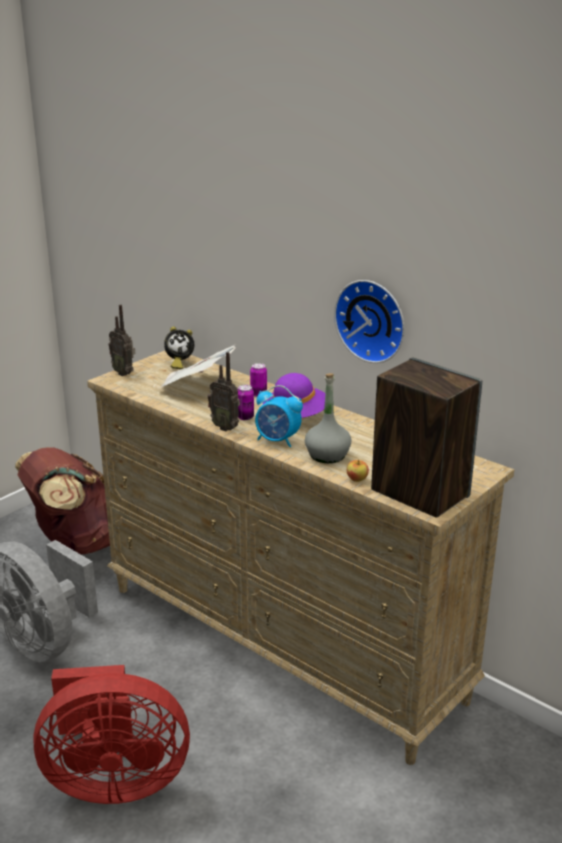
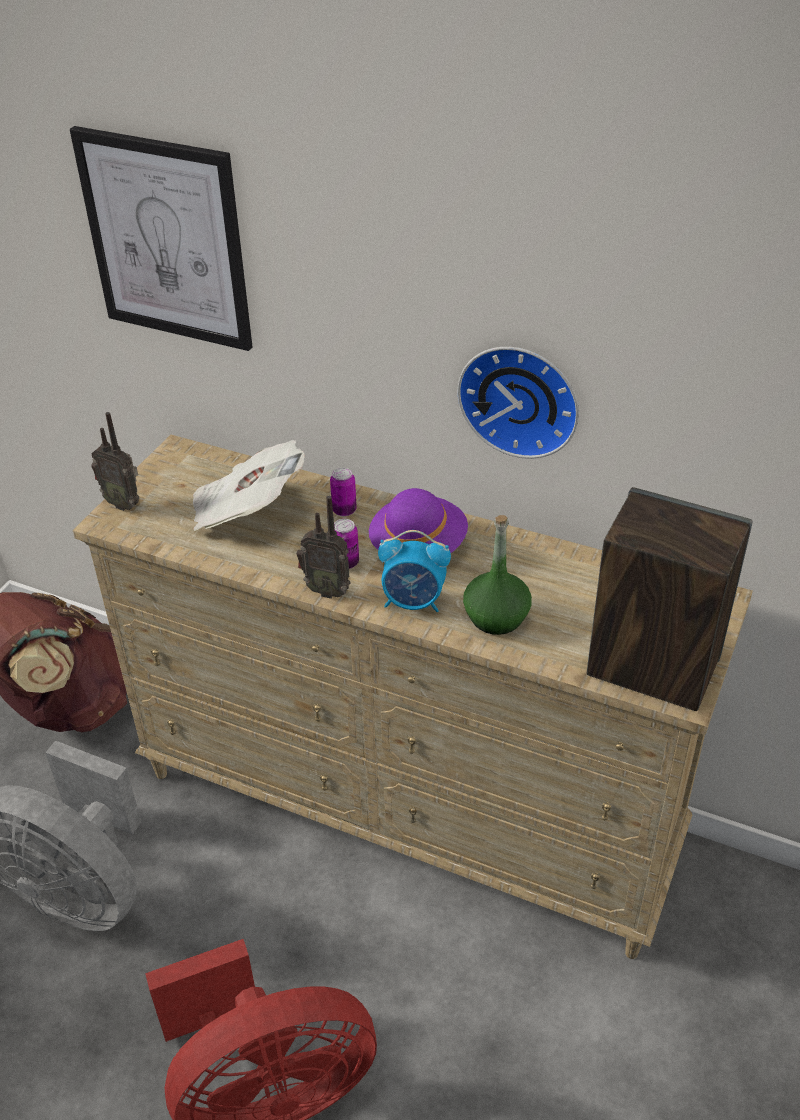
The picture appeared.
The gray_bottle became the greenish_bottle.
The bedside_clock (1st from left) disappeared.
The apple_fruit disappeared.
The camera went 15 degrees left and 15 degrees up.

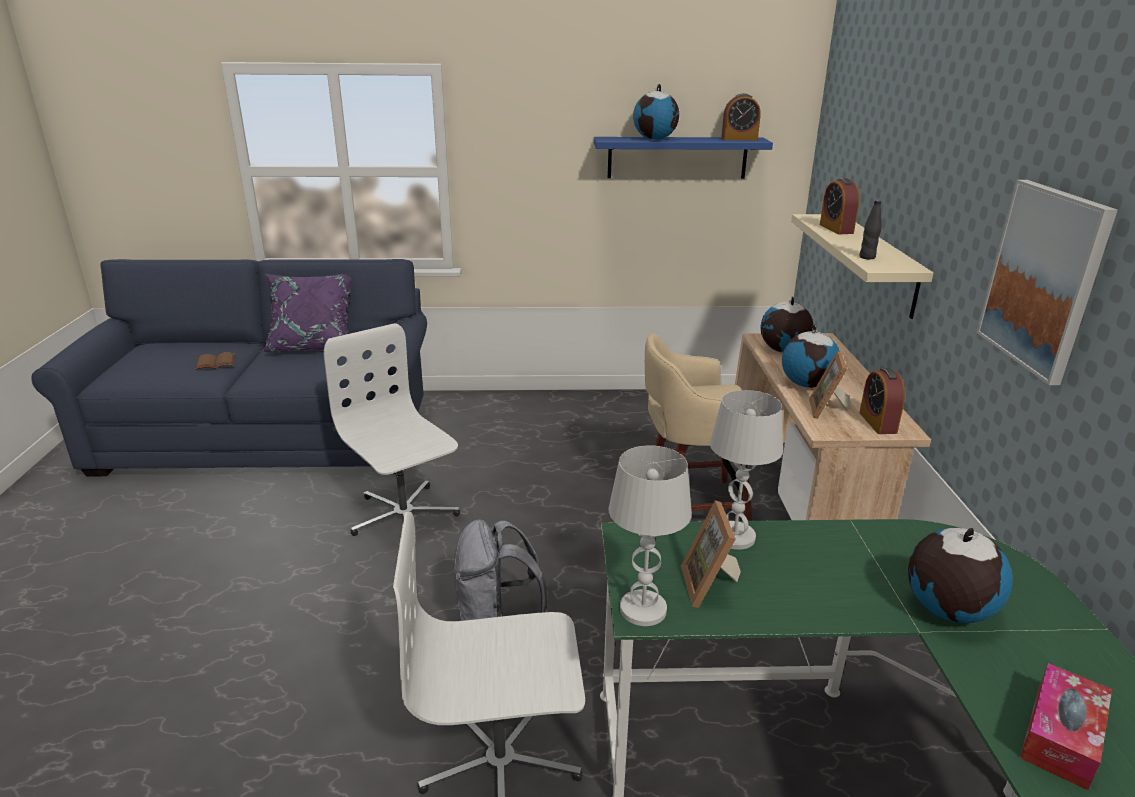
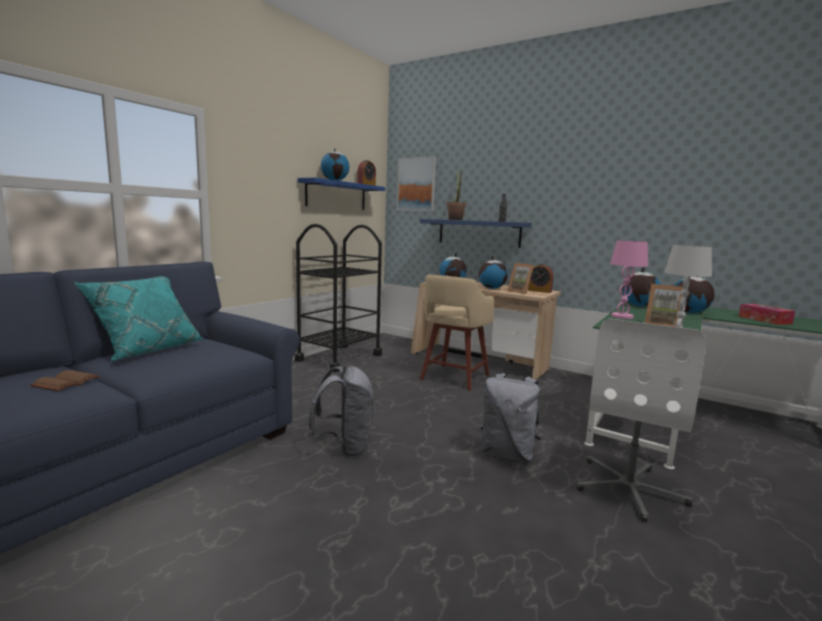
The purplish_throw_pillow became the blue-green_throw_pillow.
The black_wheeled_cart appeared.
The white-coloured_office_chair (1st from left) was replaced by the gray_backpack (1st from left).
The picture moved.
The beige_bracket_shelf became the bluish_bracket_shelf (2nd from left).
The bedside_clock (2nd from left) was replaced by the potted_plant.
The white-coloured_tabletop_lamp (2nd from left) became the pink-coloured_tabletop_lamp.
The globe (4th from left) appeared.
The camera went 55 degrees left and 15 degrees down.

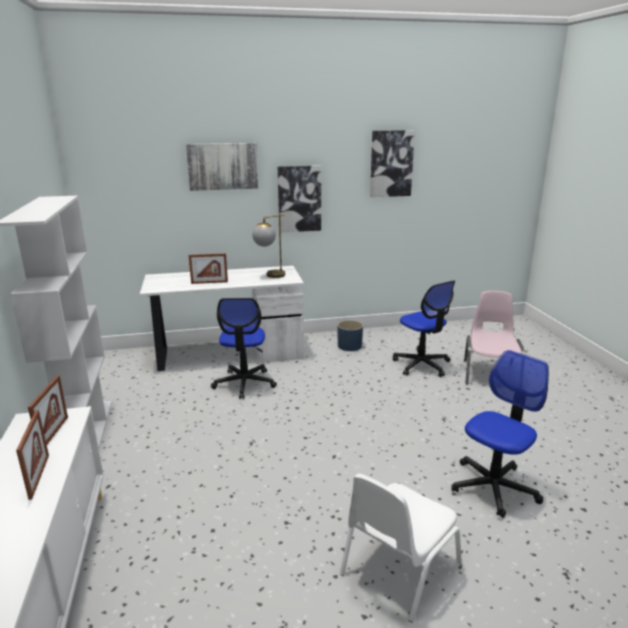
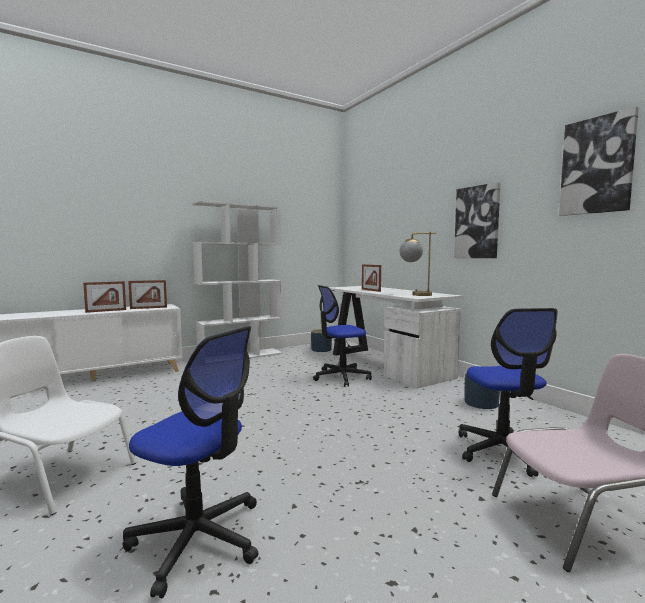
The bluish_planter (1st from left) appeared.
The office_chair (2nd from left in the first image) turned 45 degrees counterclockwise.
The picture (1st from left) disappeared.
The camera went 70 degrees right and 15 degrees down.

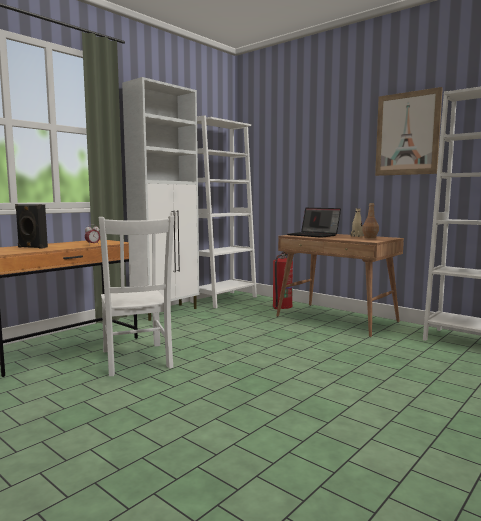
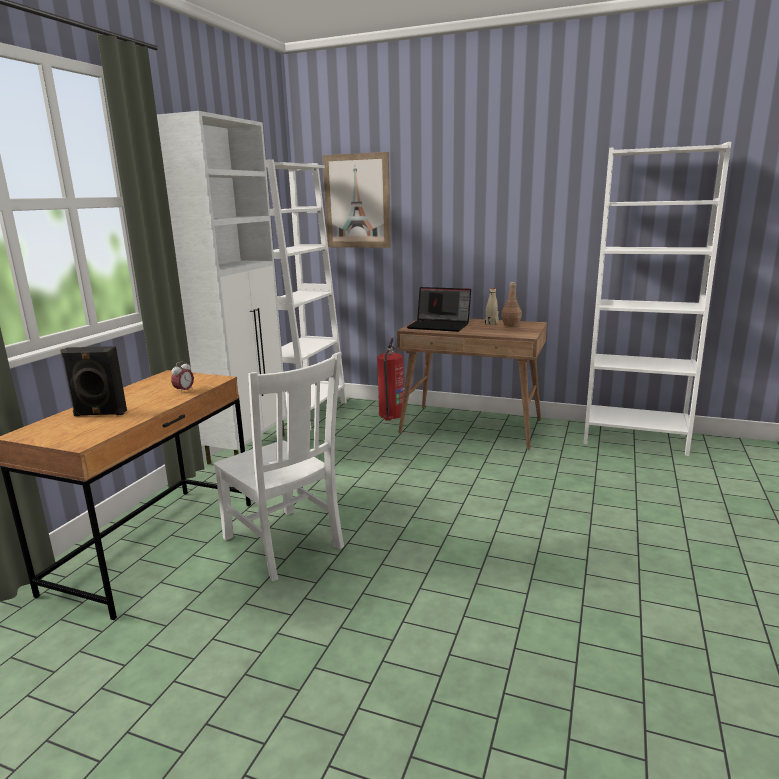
The picture moved.
The camera went 20 degrees left and 10 degrees up.

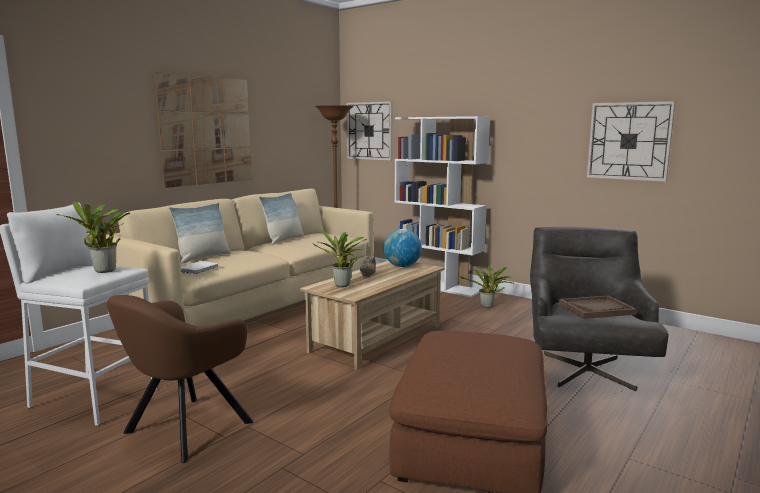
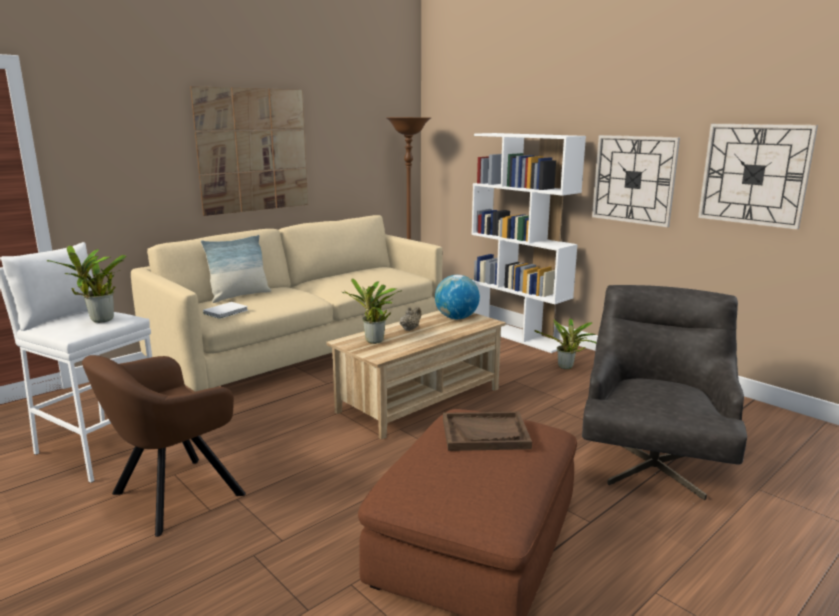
The brownish_carrying_tray moved.
The hanging_clock (1st from left) moved.
The throw_pillow (2nd from left) disappeared.
The camera went 10 degrees right and 5 degrees up.

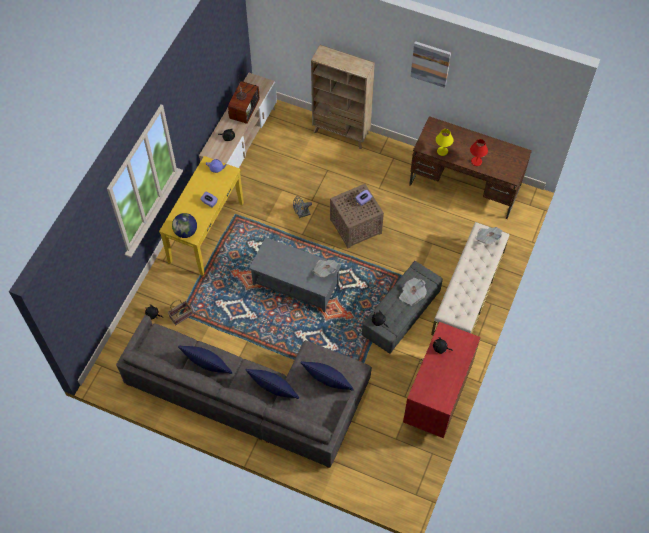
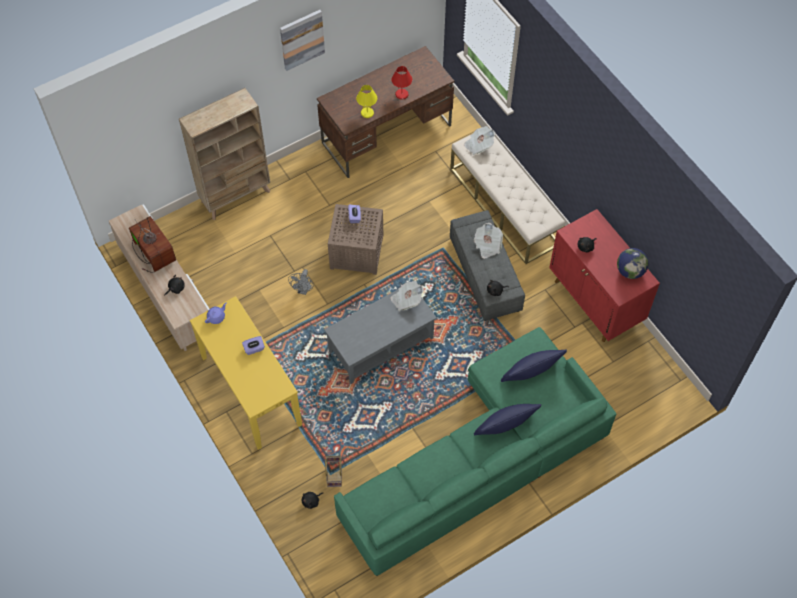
The gray_couch became the greenish_couch.
The globe moved.
The bluish_throw_pillow (1st from left) disappeared.
The camera went 55 degrees left and 0 degrees up.

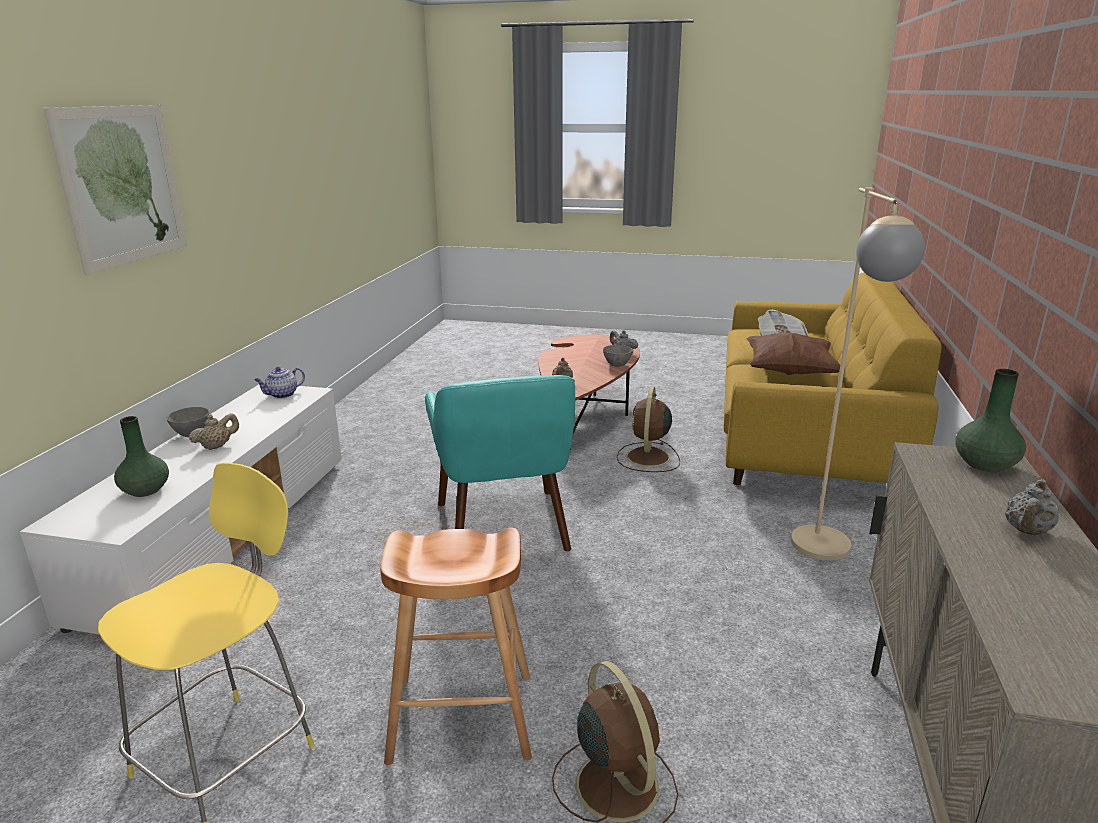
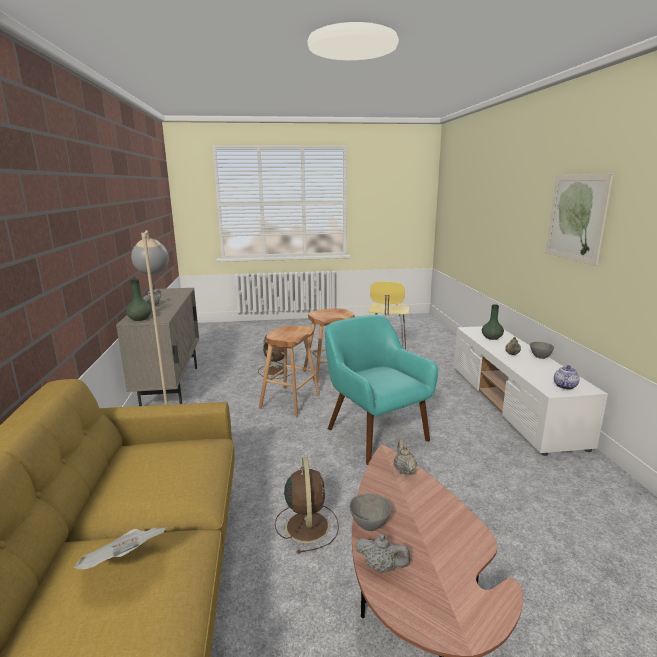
The brownish_stool (1st from left) appeared.
The brownish_throw_pillow disappeared.
The camera went 160 degrees right and 5 degrees down.

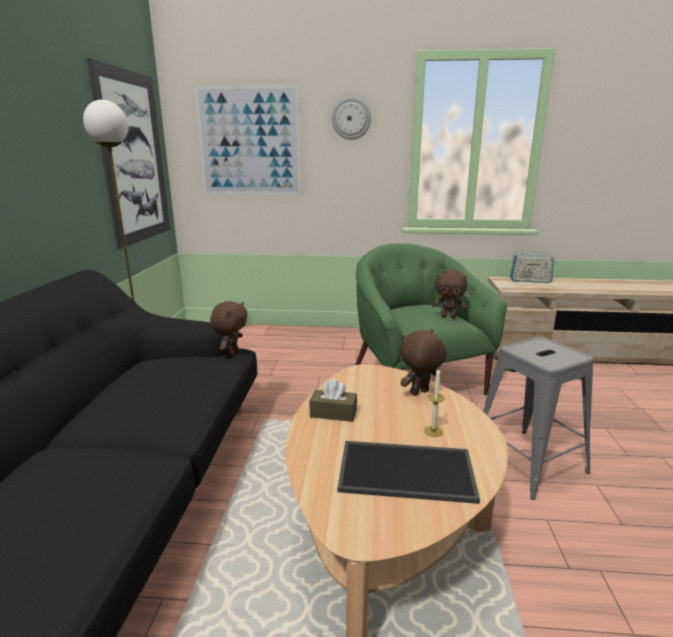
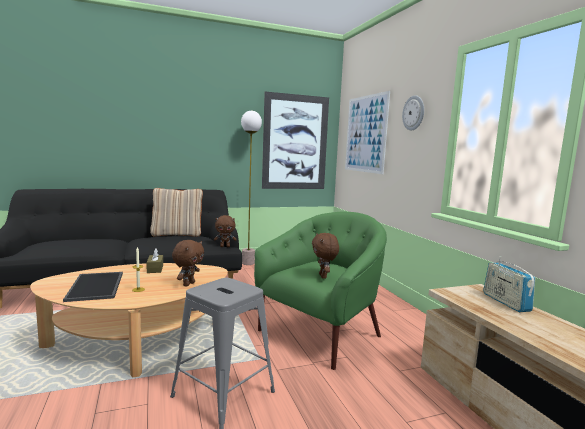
The beige_throw_pillow appeared.
The brownish_cuddly_toy (2nd from left in the first image) turned 75 degrees clockwise.
The camera went 65 degrees right and 10 degrees down.

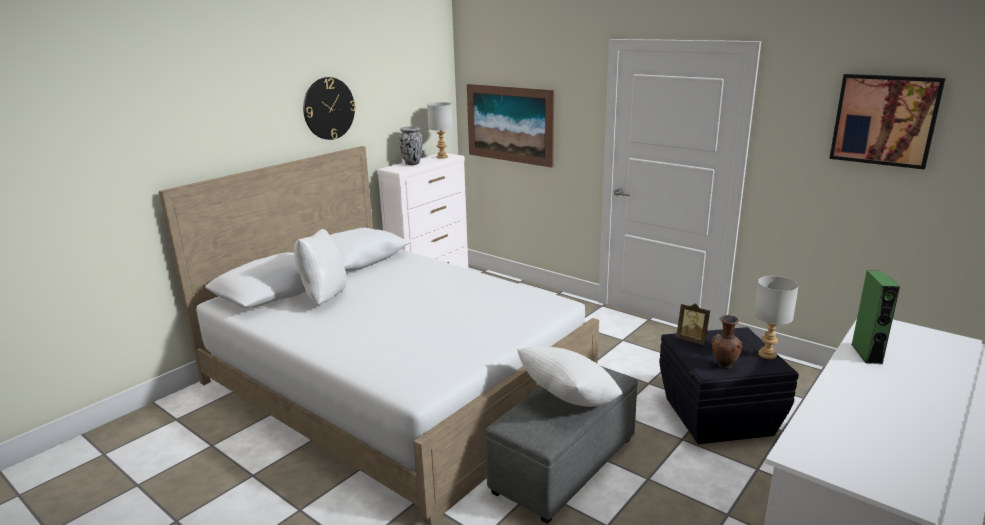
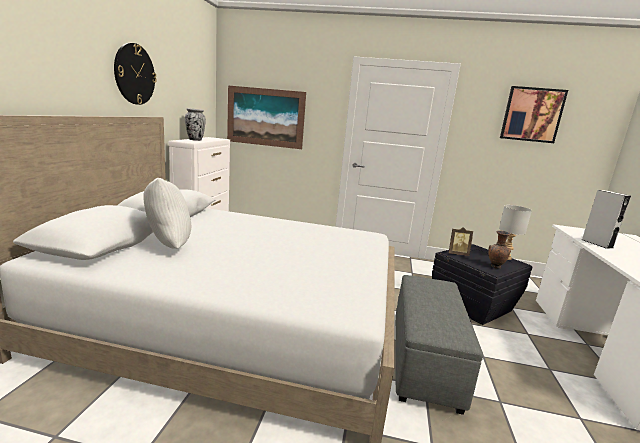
The greenish_loudspeaker became the gray_loudspeaker.
The gray_tabletop_lamp (1st from left) disappeared.
The white-coloured_throw_pillow (2nd from left) disappeared.
The camera went 30 degrees left and 5 degrees down.

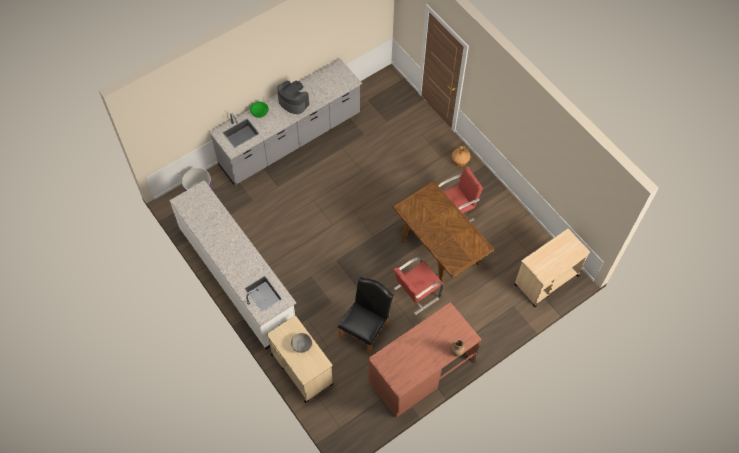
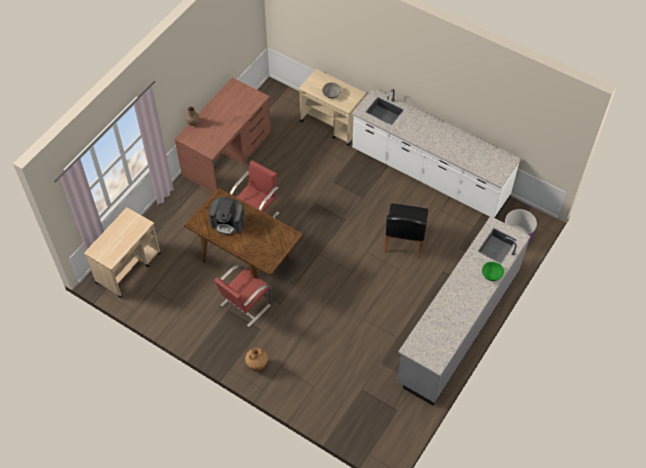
The coffee_brewer moved.
The black_plain_chair moved.
The camera went 160 degrees right and 5 degrees down.

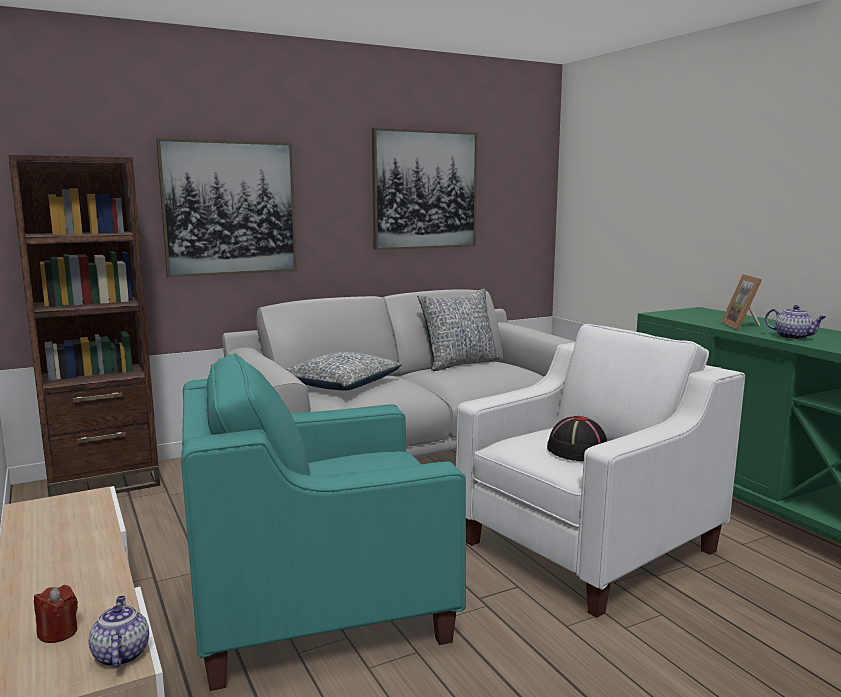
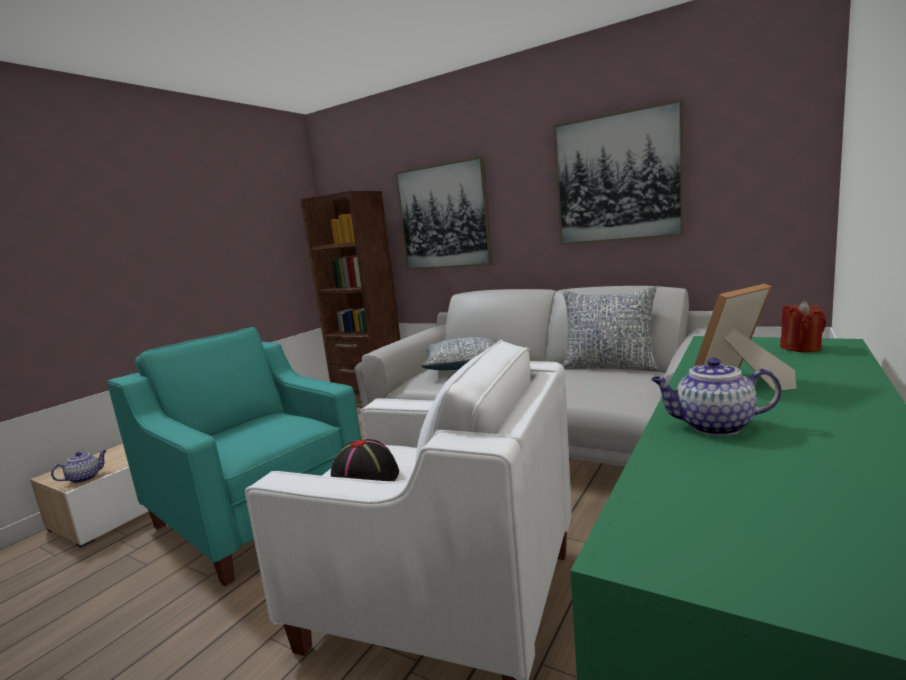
The teapot (2nd from left) turned 90 degrees clockwise.
The red-coloured_candle moved.
The camera went 60 degrees right and 0 degrees up.

